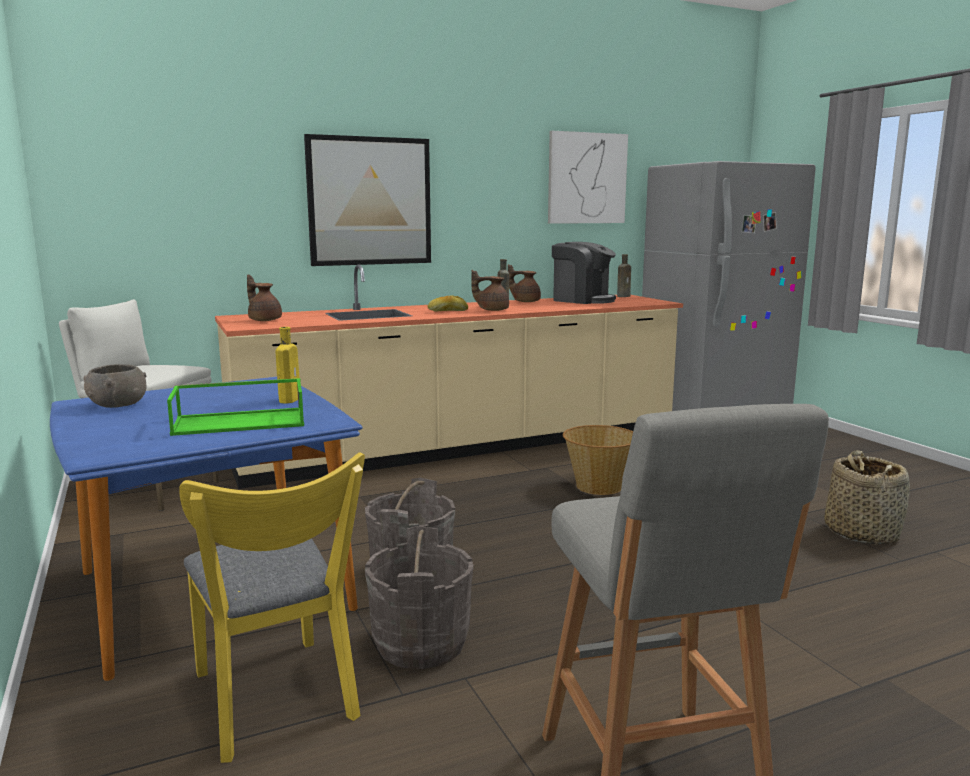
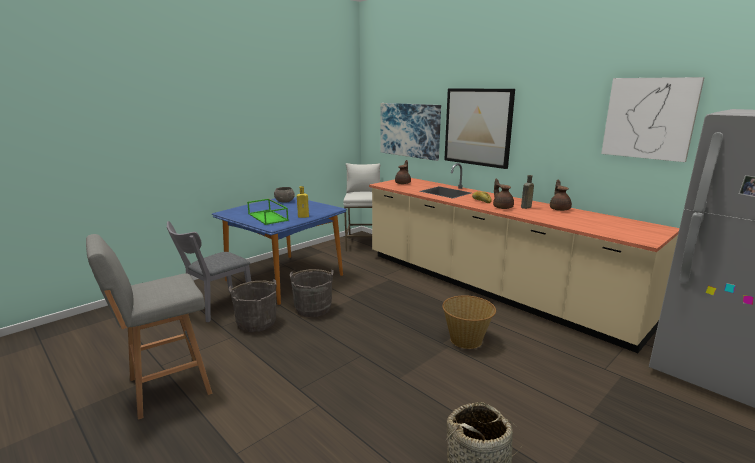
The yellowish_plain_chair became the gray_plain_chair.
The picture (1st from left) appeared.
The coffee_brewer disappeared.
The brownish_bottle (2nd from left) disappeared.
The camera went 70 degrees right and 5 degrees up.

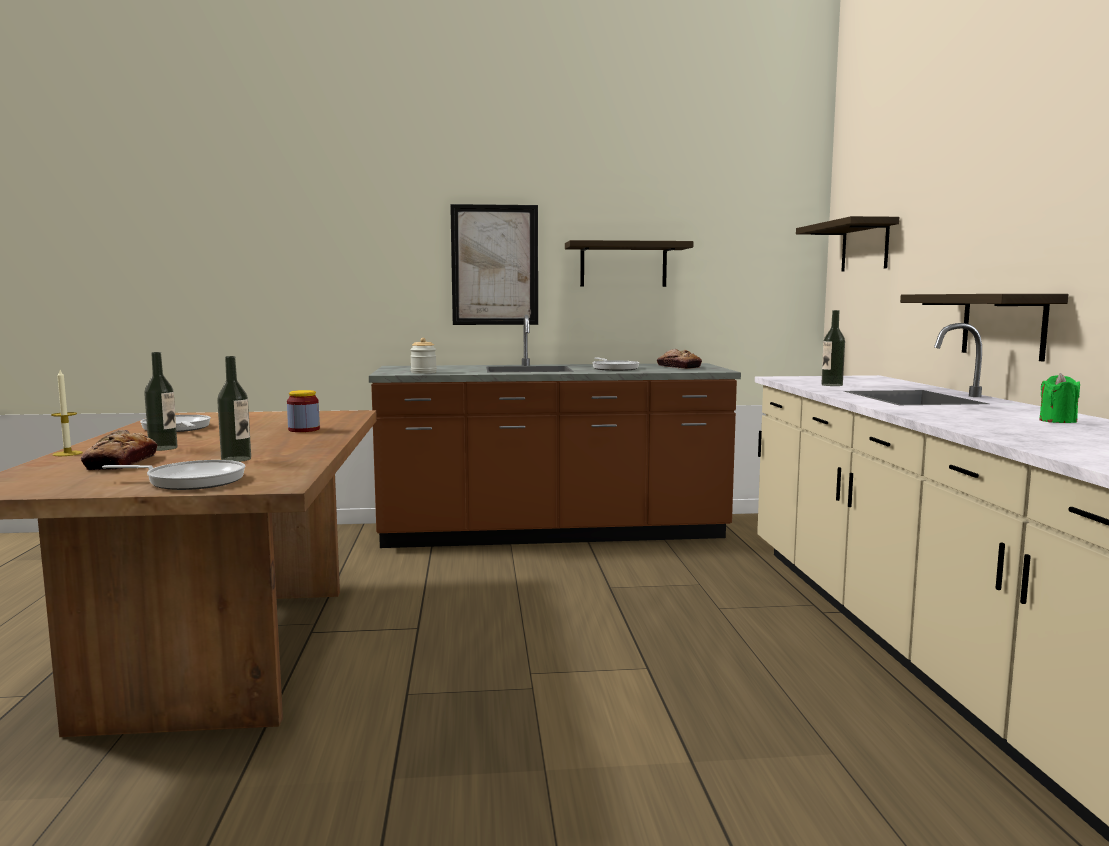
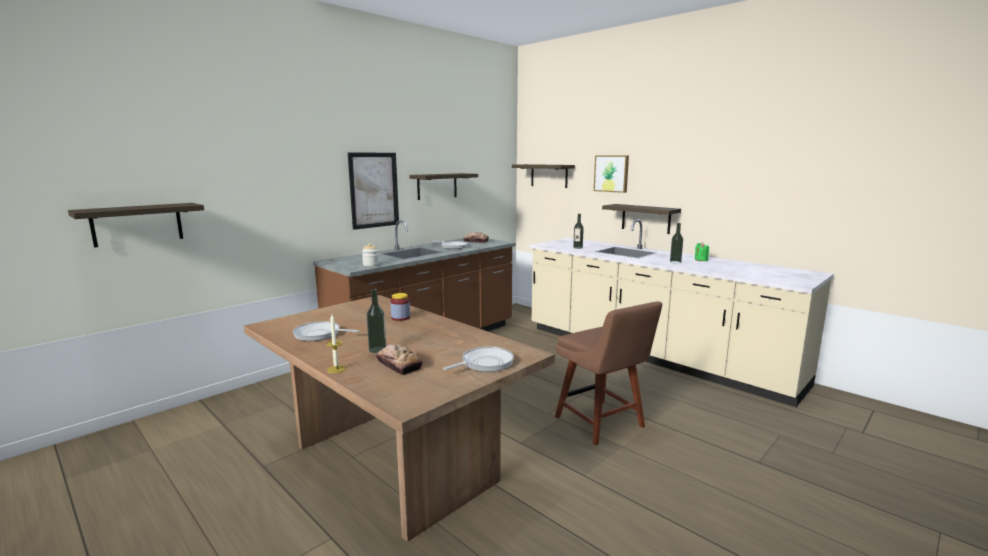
The bracket_shelf (1st from left) appeared.
The brownish_plain_chair appeared.
The picture (2nd from left) appeared.
The bottle (2nd from left in the first image) moved.
The camera went 40 degrees left and 5 degrees up.

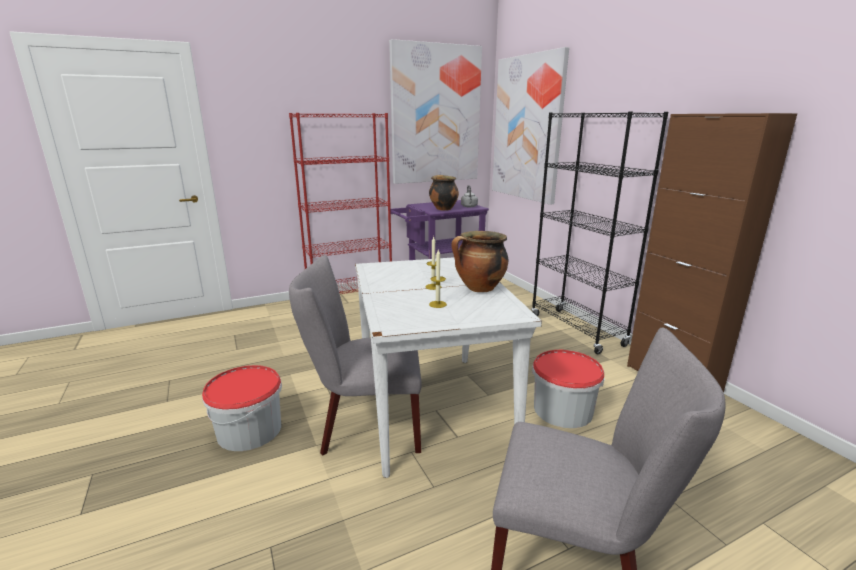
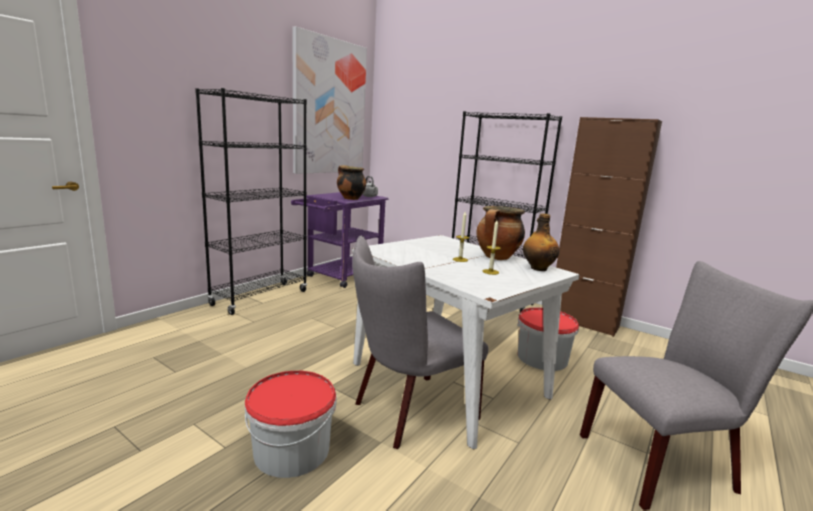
The red-coloured_bookcase became the black_bookcase (1st from left).
The bottle appeared.
The picture (2nd from left) disappeared.
The camera went 30 degrees left and 5 degrees down.

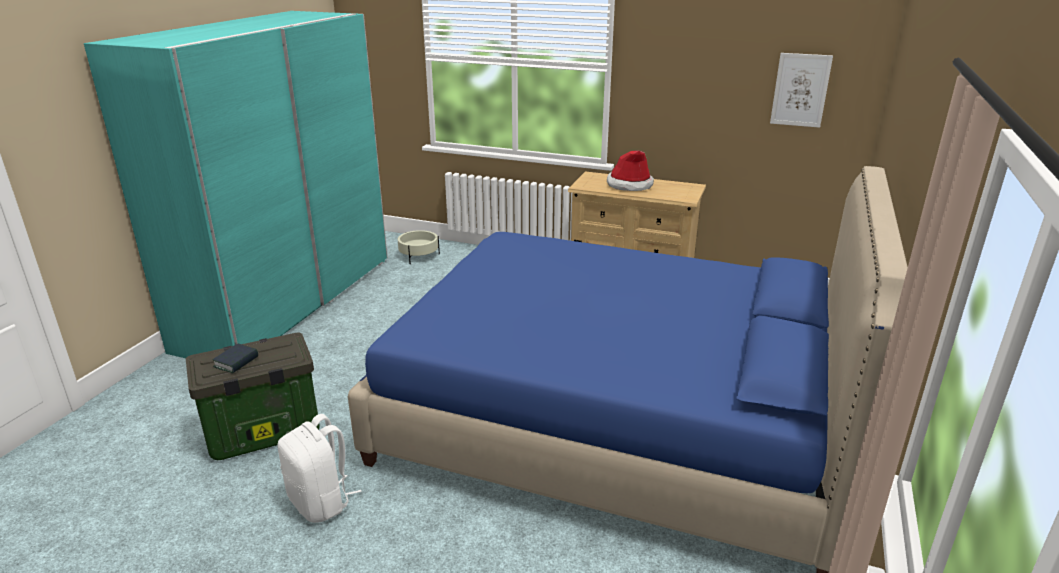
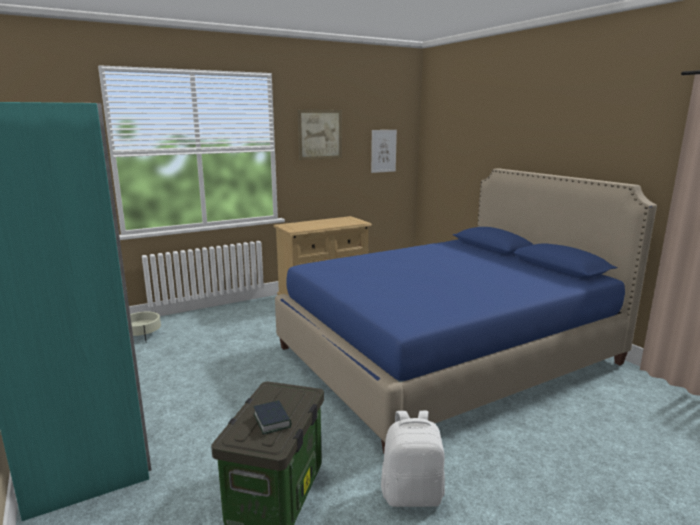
The picture (1st from left) appeared.
The hat disappeared.
The camera went 50 degrees left and 10 degrees down.

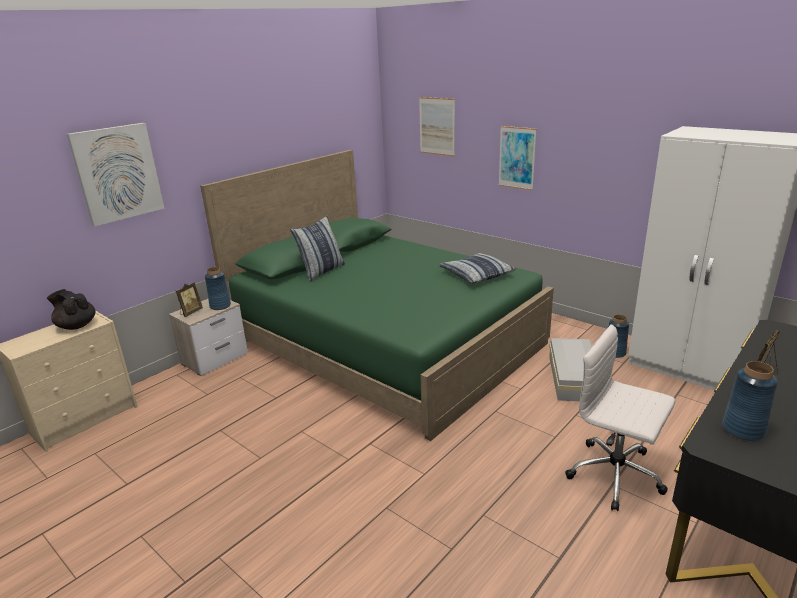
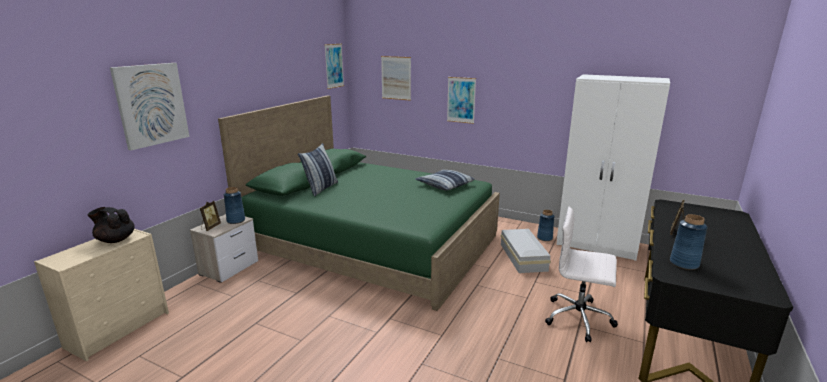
The picture (2nd from left) appeared.
The camera went 15 degrees left and 5 degrees down.

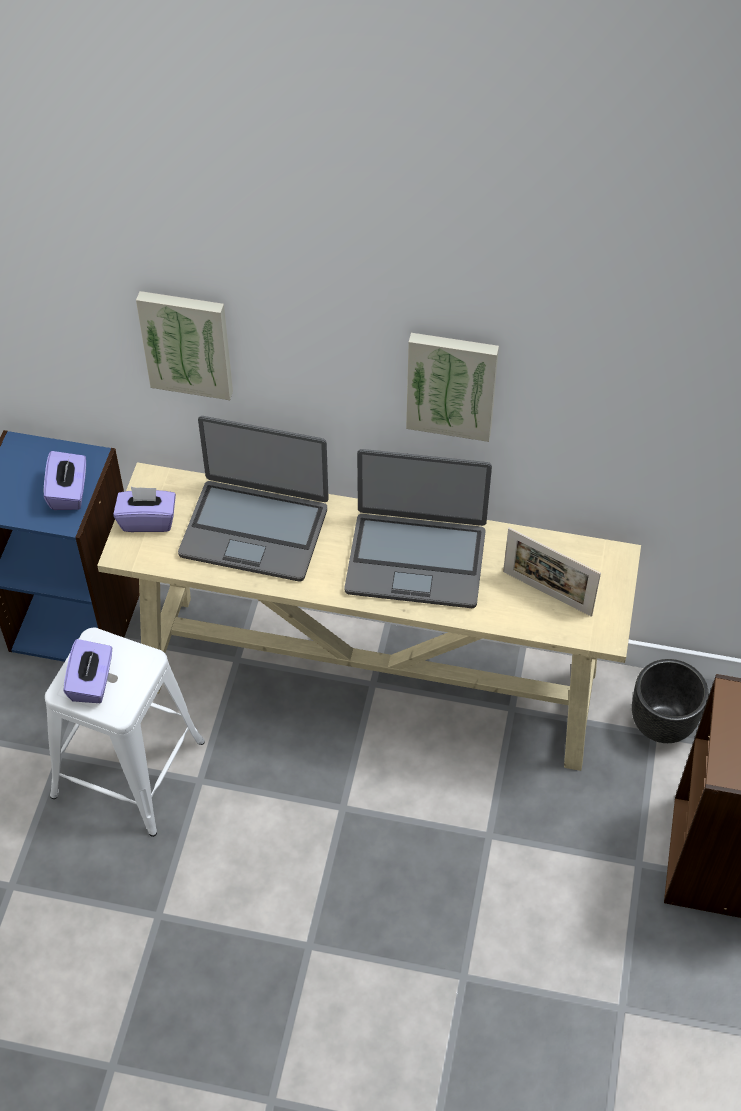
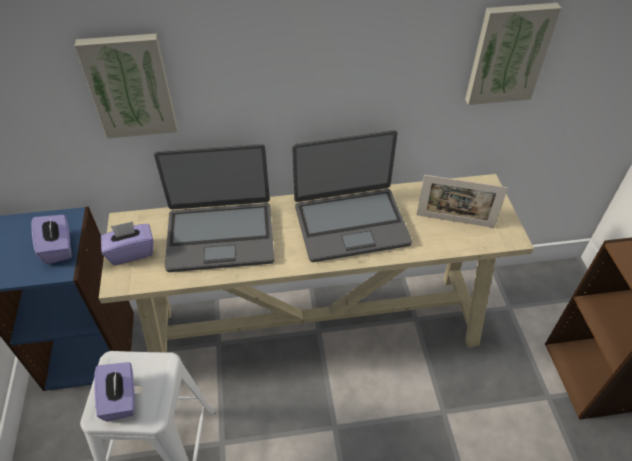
The picture (2nd from left) moved.
The black_planter disappeared.
The camera went 20 degrees left and 5 degrees down.

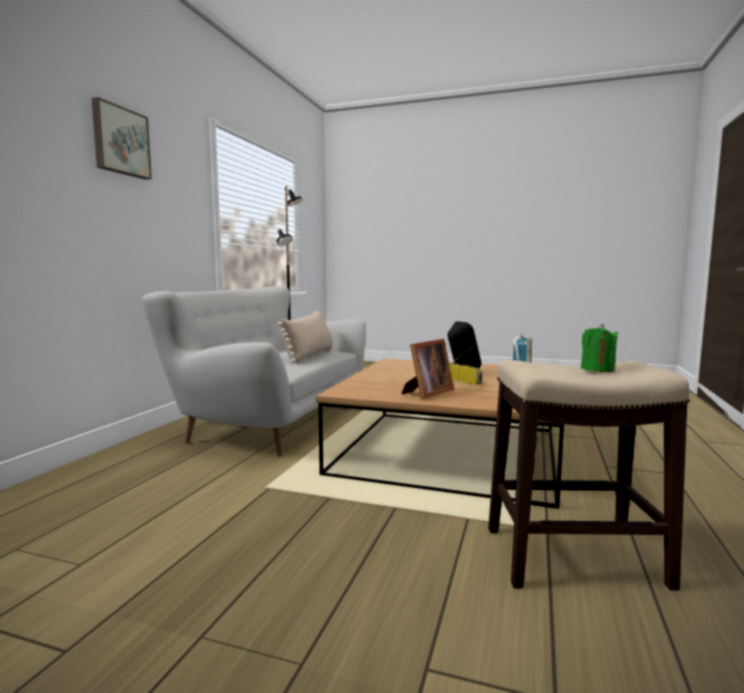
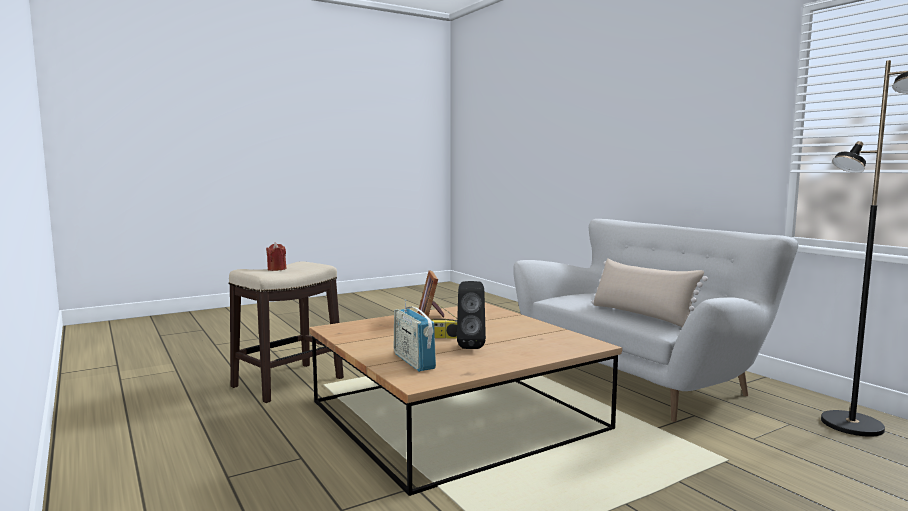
The greenish_candle became the red-coloured_candle.
The picture disappeared.
The camera went 130 degrees right and 0 degrees up.

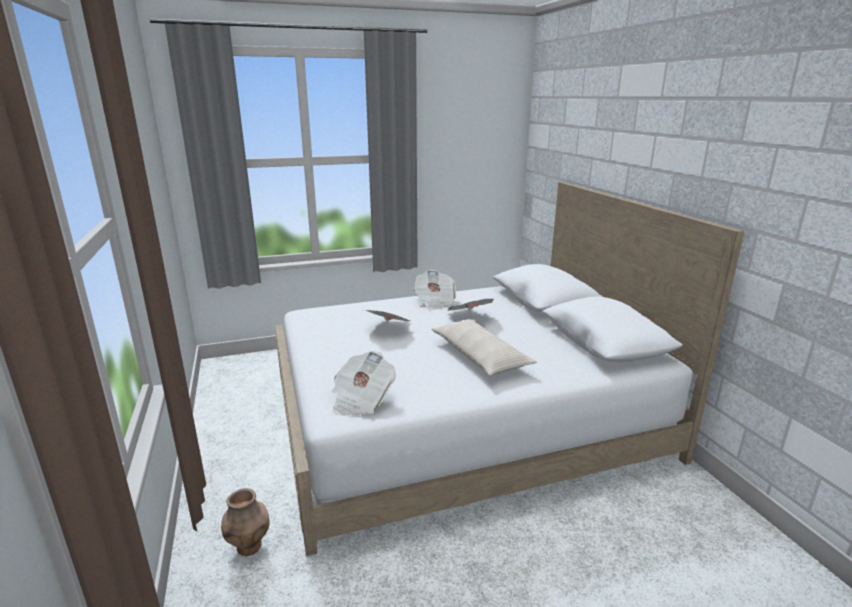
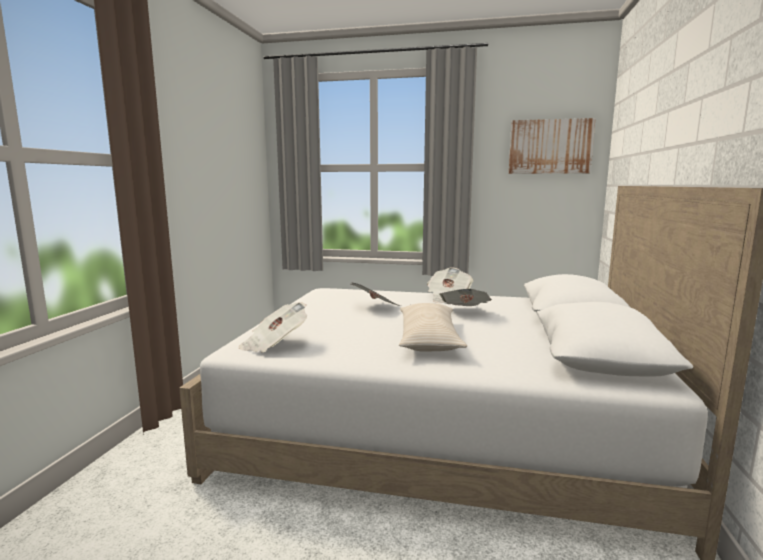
The picture appeared.
The brownish_flower_vase disappeared.
The camera went 30 degrees right and 10 degrees down.

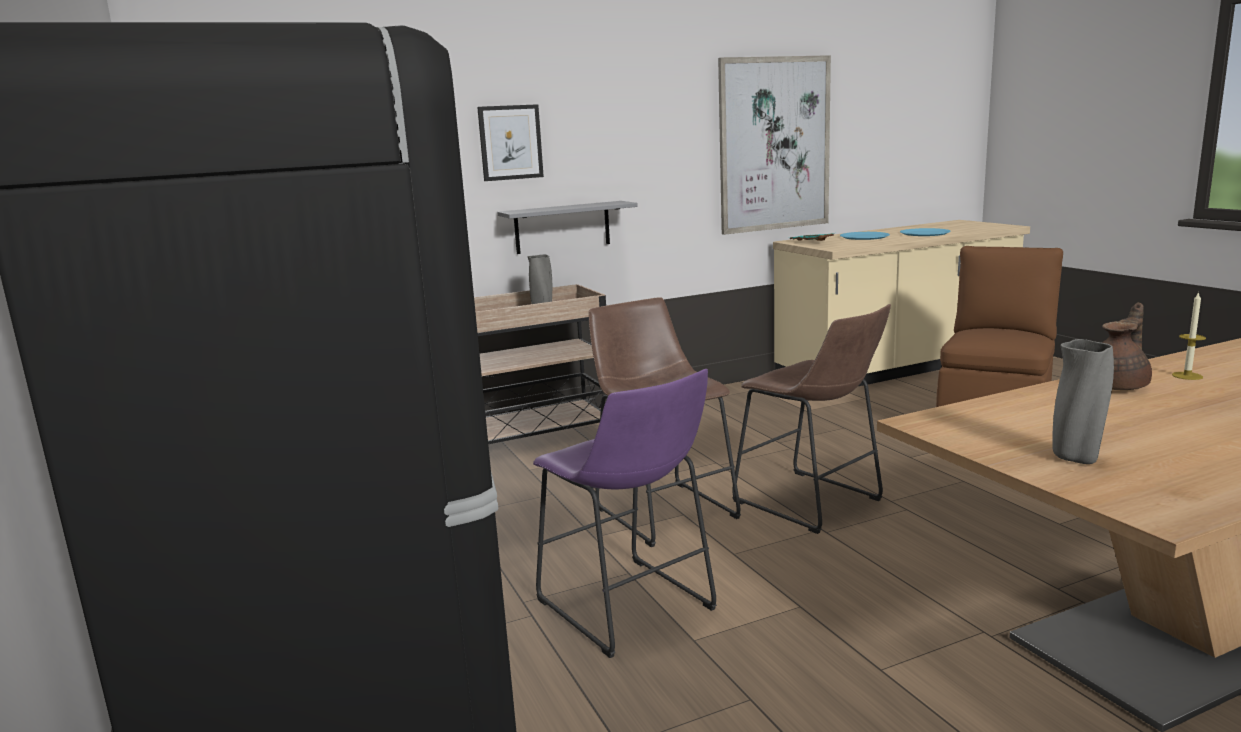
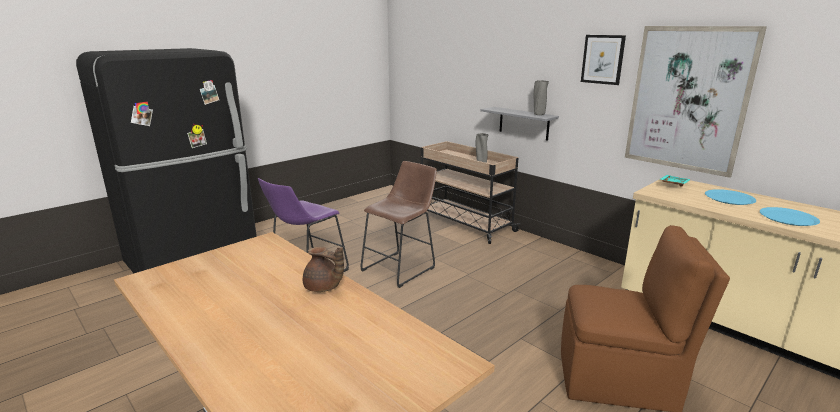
The gray_flower_vase (2nd from left) moved.
The picture (1st from left) moved.
The brownish_stool (2nd from left) disappeared.
The candle disappeared.
The camera went 70 degrees right and 5 degrees up.

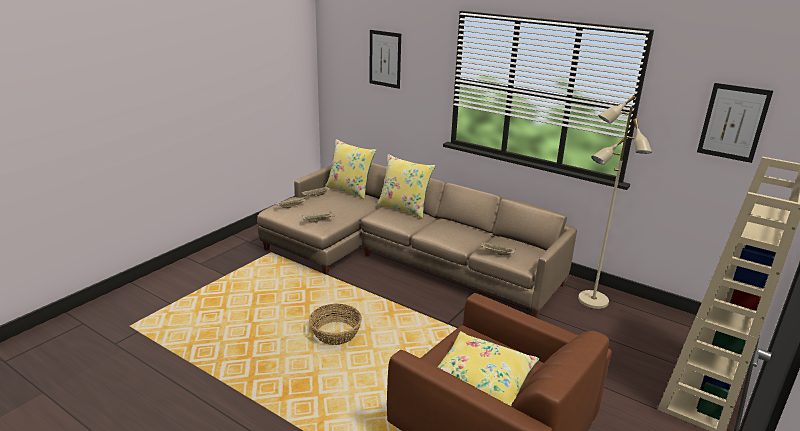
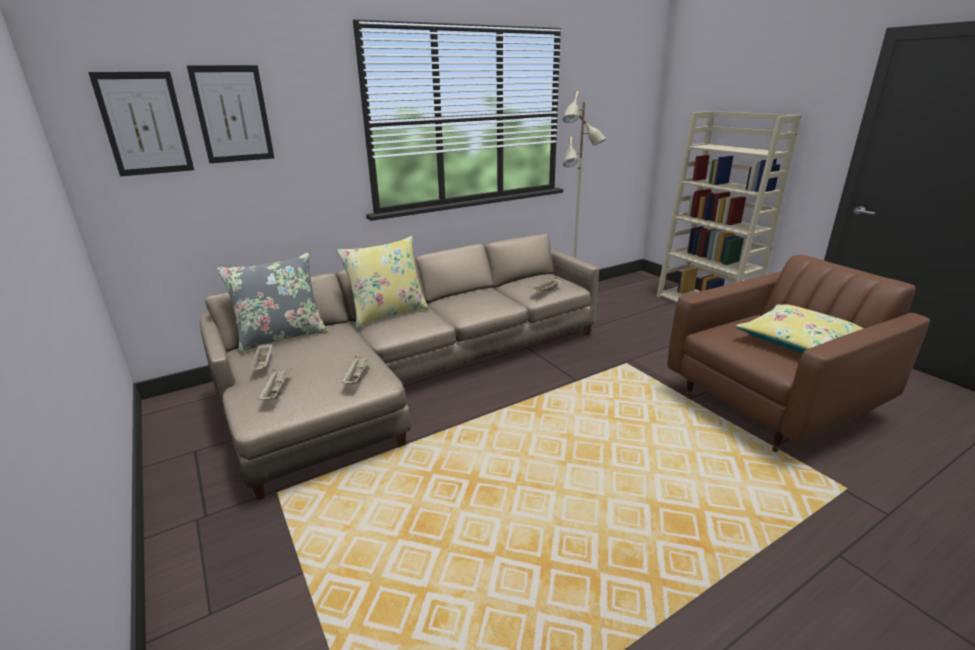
The picture (2nd from left in the first image) moved.
The yellowish_throw_pillow (1st from left) became the gray_throw_pillow.
The basket disappeared.
The camera went 65 degrees left and 0 degrees up.

